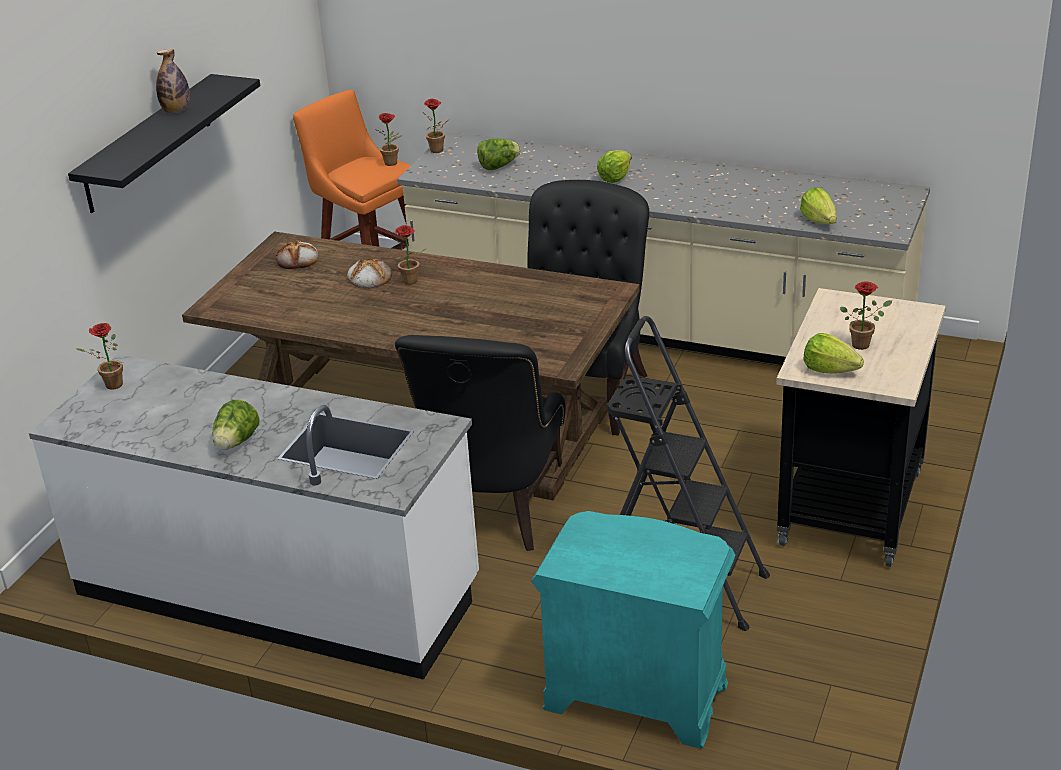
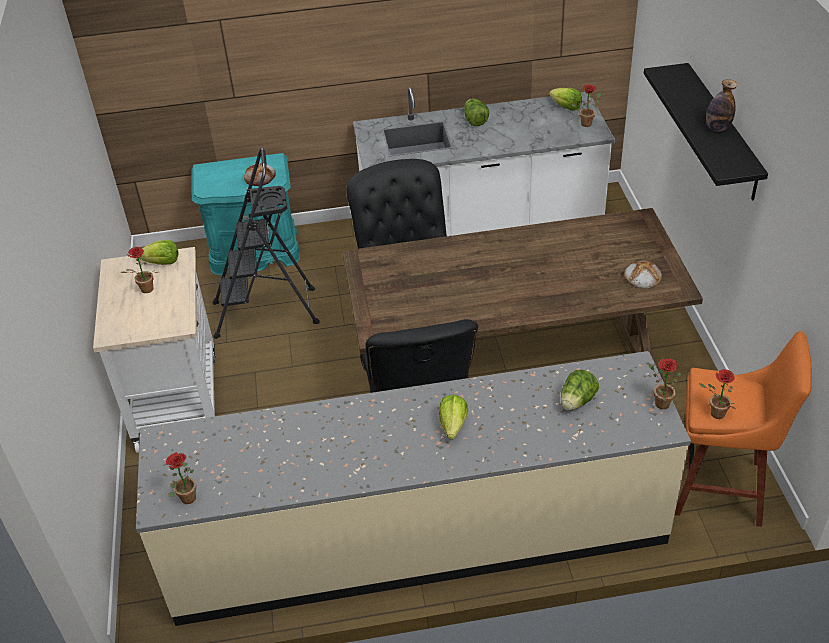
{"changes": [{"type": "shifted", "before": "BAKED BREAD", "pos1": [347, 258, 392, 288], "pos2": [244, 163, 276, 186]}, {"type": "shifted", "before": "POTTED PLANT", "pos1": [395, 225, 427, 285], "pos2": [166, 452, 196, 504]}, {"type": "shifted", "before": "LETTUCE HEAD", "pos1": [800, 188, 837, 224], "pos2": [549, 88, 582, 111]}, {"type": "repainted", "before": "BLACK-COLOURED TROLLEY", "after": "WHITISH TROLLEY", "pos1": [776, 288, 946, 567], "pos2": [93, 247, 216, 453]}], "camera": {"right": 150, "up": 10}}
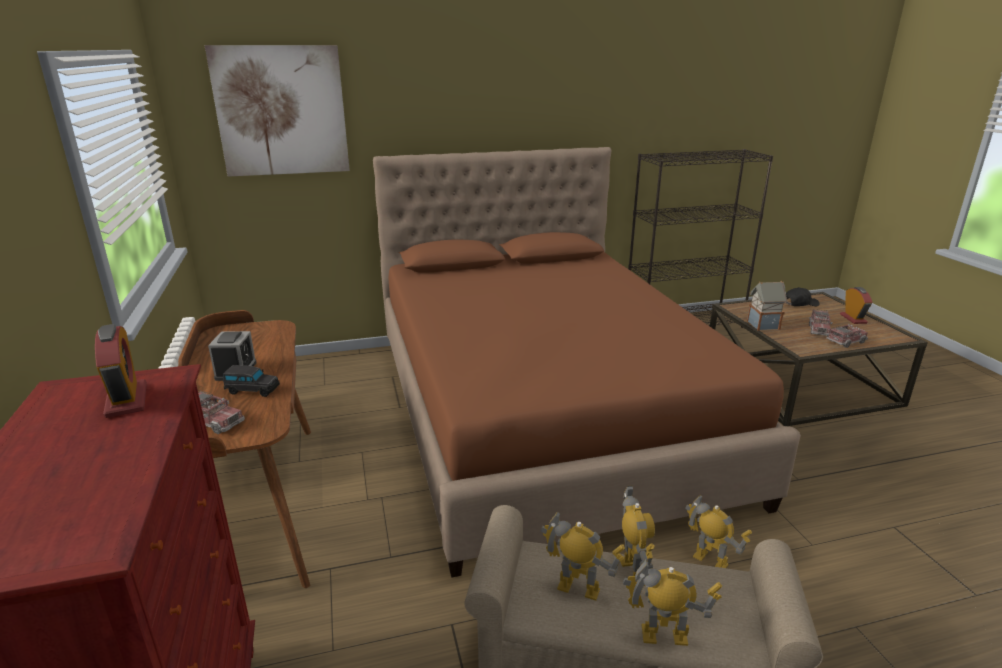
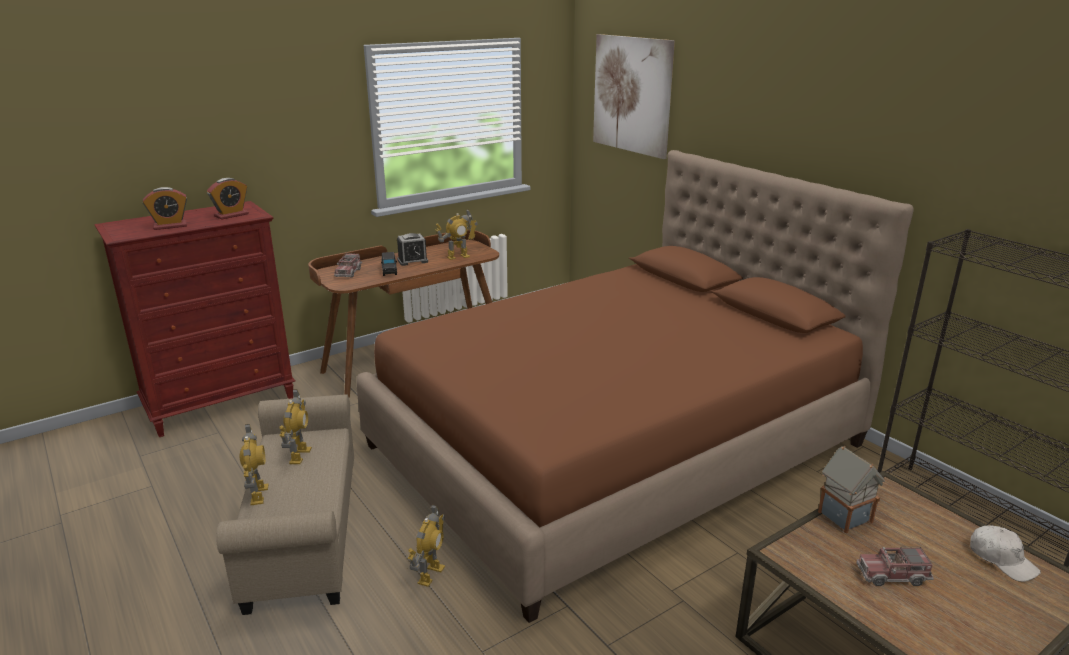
{"changes": [{"type": "gone", "before": "MODEL TRUCK", "pos1": [826, 324, 868, 348]}, {"type": "shifted", "before": "MODEL ROBOT", "pos1": [620, 485, 655, 586], "pos2": [436, 209, 478, 260]}, {"type": "shifted", "before": "ALARM CLOCK", "pos1": [840, 287, 873, 324], "pos2": [143, 187, 187, 230]}, {"type": "repainted", "before": "BLACK-COLOURED CAP", "after": "WHITISH CAP", "pos1": [786, 287, 819, 306], "pos2": [970, 525, 1041, 582]}], "camera": {"right": 70, "up": 0}}
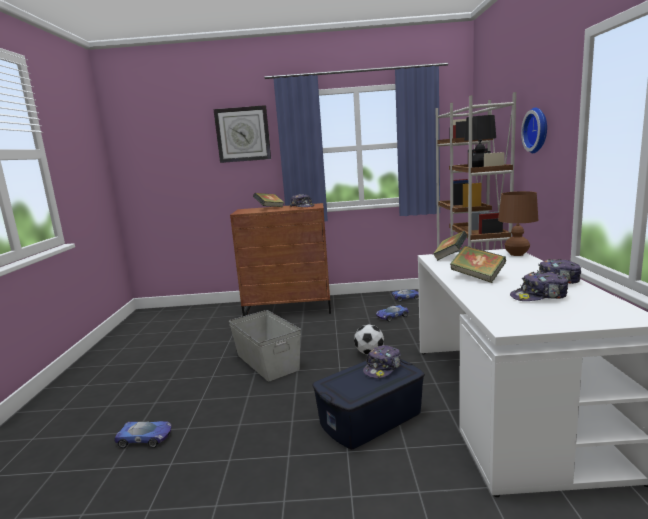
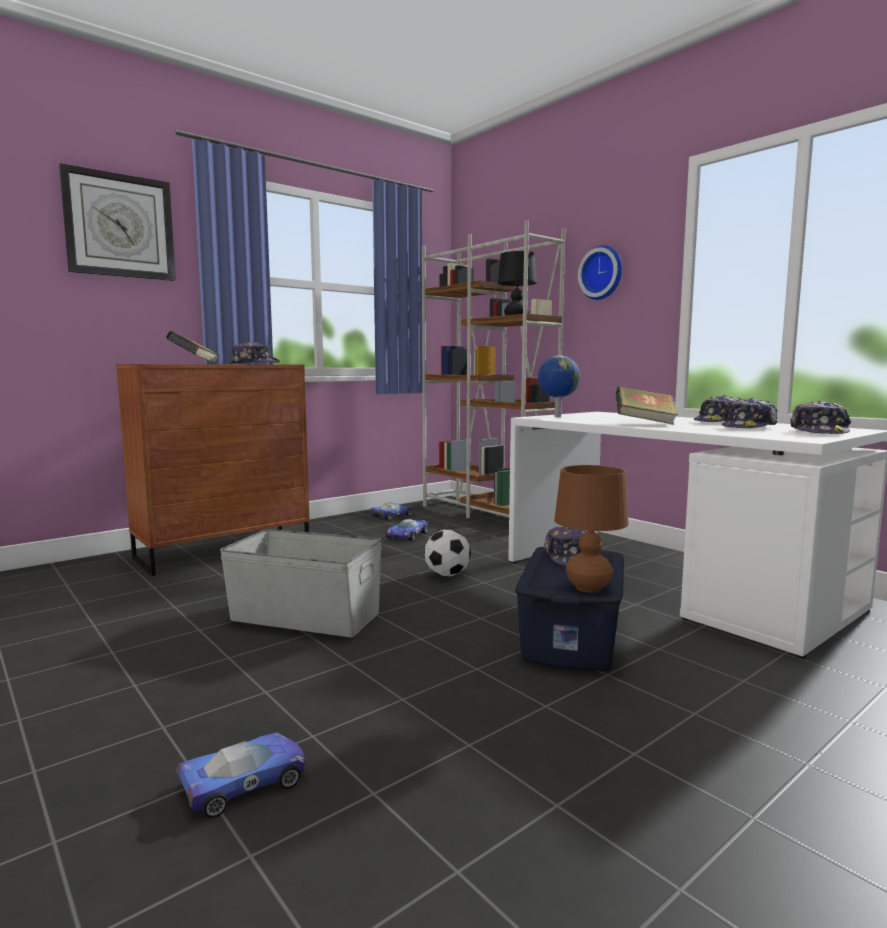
{"changes": [{"type": "new", "after": "CAP", "pos2": [790, 400, 851, 434]}, {"type": "shifted", "before": "BROWN-COLOURED TABLETOP LAMP", "pos1": [498, 191, 538, 256], "pos2": [554, 465, 629, 593]}, {"type": "swapped", "before": "VOLUME", "after": "GLOBE", "pos1": [433, 231, 467, 261], "pos2": [538, 356, 580, 417]}], "camera": {"right": -40, "up": -5}}
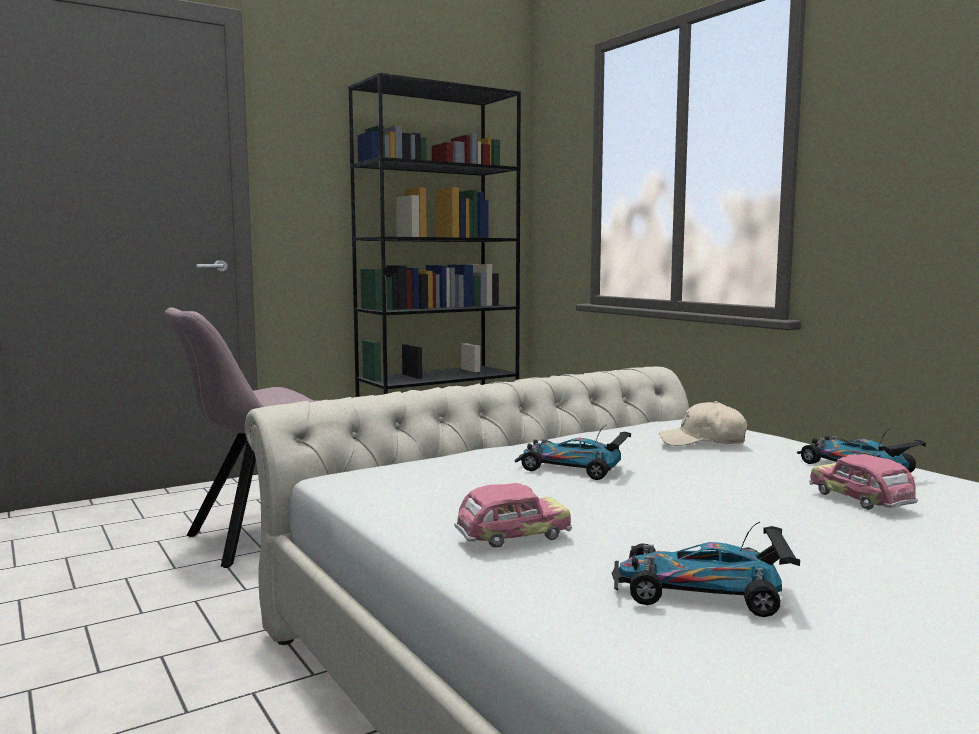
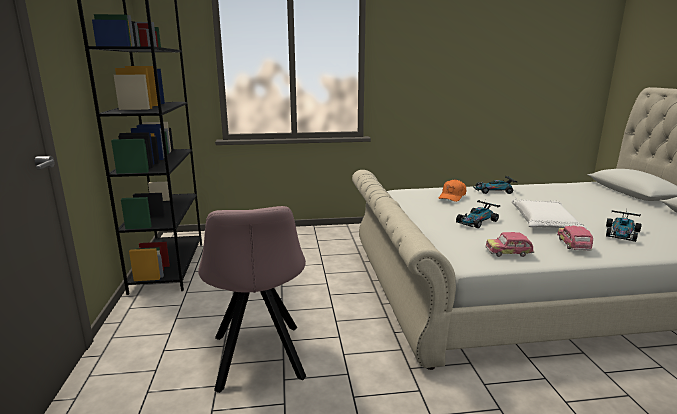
{"changes": [{"type": "new", "after": "WHITISH PILLOW", "pos2": [512, 198, 587, 229]}, {"type": "shifted", "before": "MINIATURE CAR", "pos1": [809, 454, 918, 510], "pos2": [485, 232, 534, 257]}, {"type": "repainted", "before": "BEIGE CAP", "after": "ORANGEY CAP", "pos1": [659, 401, 747, 446], "pos2": [438, 179, 466, 202]}], "camera": {"right": -65, "up": 10}}
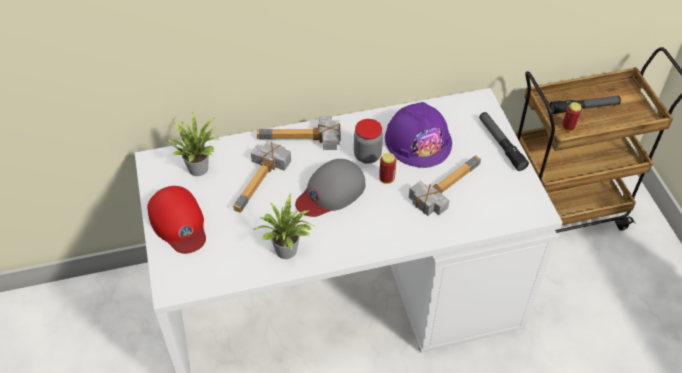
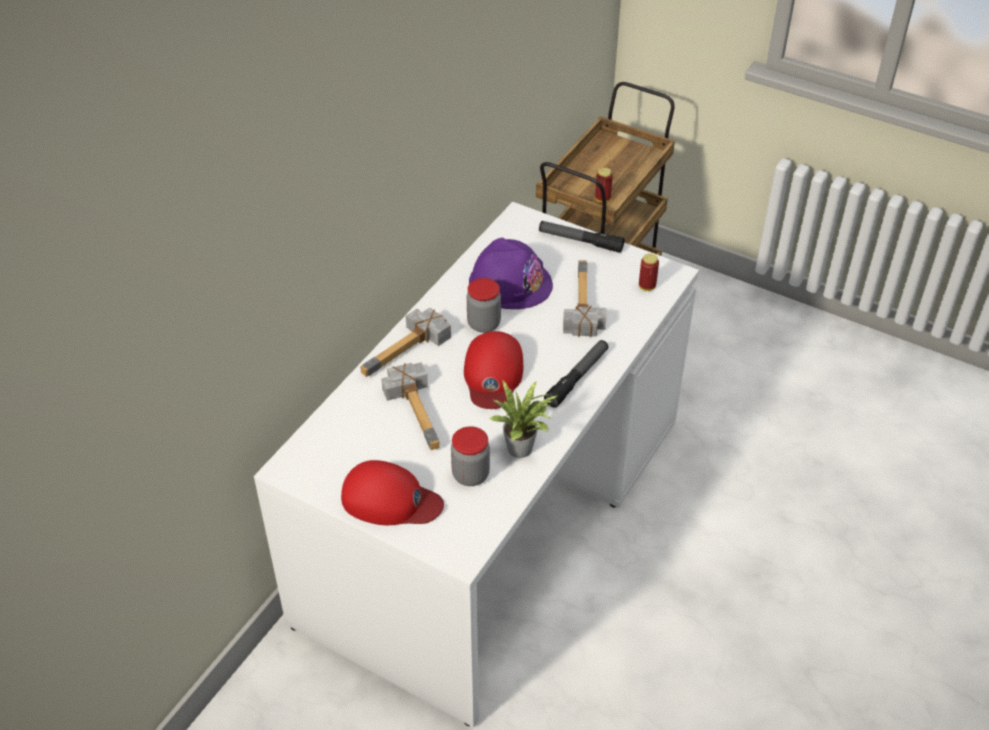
{"changes": [{"type": "gone", "before": "POTTED PLANT", "pos1": [164, 111, 220, 176]}, {"type": "new", "after": "JAR", "pos2": [451, 426, 490, 486]}, {"type": "shifted", "before": "SEALED CAN", "pos1": [379, 153, 396, 184], "pos2": [639, 253, 659, 291]}, {"type": "shifted", "before": "HAND TORCH", "pos1": [550, 96, 621, 114], "pos2": [544, 340, 608, 408]}, {"type": "repainted", "before": "GRAY CAP", "after": "RED-COLOURED CAP", "pos1": [295, 159, 365, 217], "pos2": [464, 331, 523, 409]}], "camera": {"right": -45, "up": -5}}
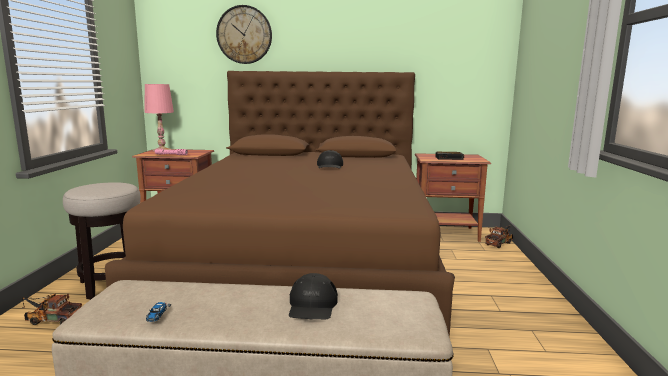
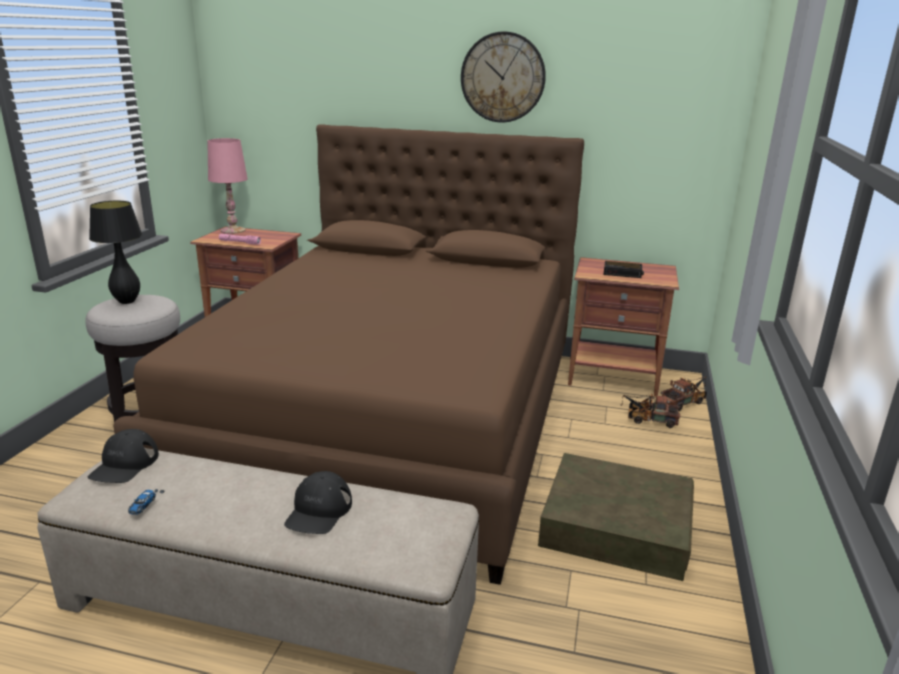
{"changes": [{"type": "new", "after": "BLACK-COLOURED TABLETOP LAMP", "pos2": [89, 201, 142, 304]}, {"type": "new", "after": "BROWN-COLOURED STORAGE BIN", "pos2": [538, 453, 694, 581]}, {"type": "shifted", "before": "MODEL TRUCK", "pos1": [22, 294, 82, 325], "pos2": [620, 394, 681, 428]}, {"type": "shifted", "before": "HANGING CLOCK", "pos1": [216, 5, 272, 64], "pos2": [461, 31, 546, 123]}, {"type": "shifted", "before": "BLACK-COLOURED CAP", "pos1": [317, 150, 343, 168], "pos2": [88, 429, 159, 483]}], "camera": {"right": 10, "up": 10}}
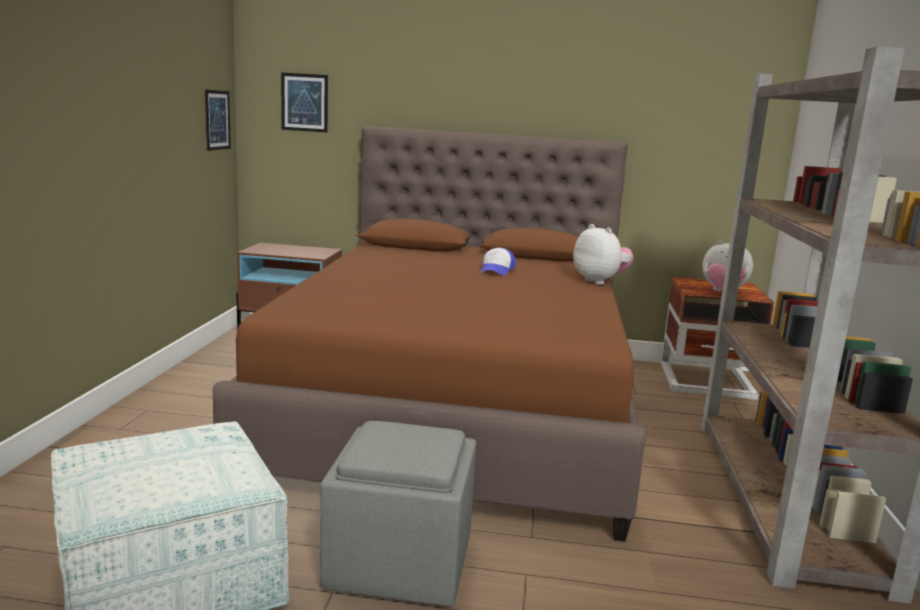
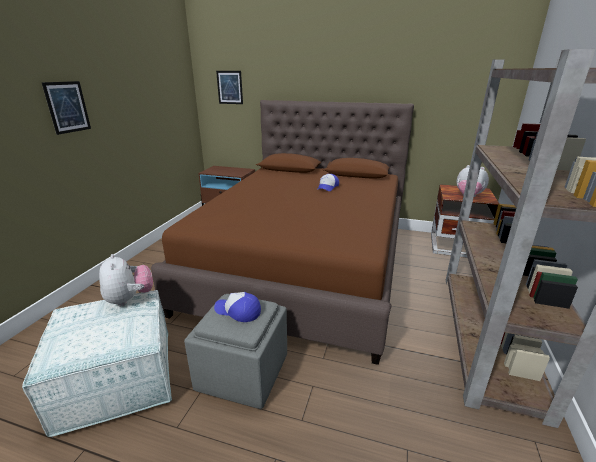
{"changes": [{"type": "new", "after": "CAP", "pos2": [214, 292, 261, 322]}, {"type": "shifted", "before": "WALL ART", "pos1": [205, 89, 231, 151], "pos2": [41, 81, 91, 135]}, {"type": "shifted", "before": "PLUSH TOY", "pos1": [573, 224, 633, 285], "pos2": [99, 254, 153, 306]}], "camera": {"right": 10, "up": 10}}
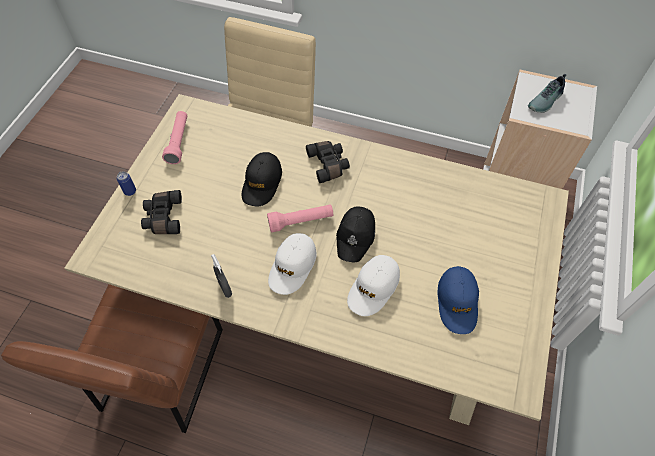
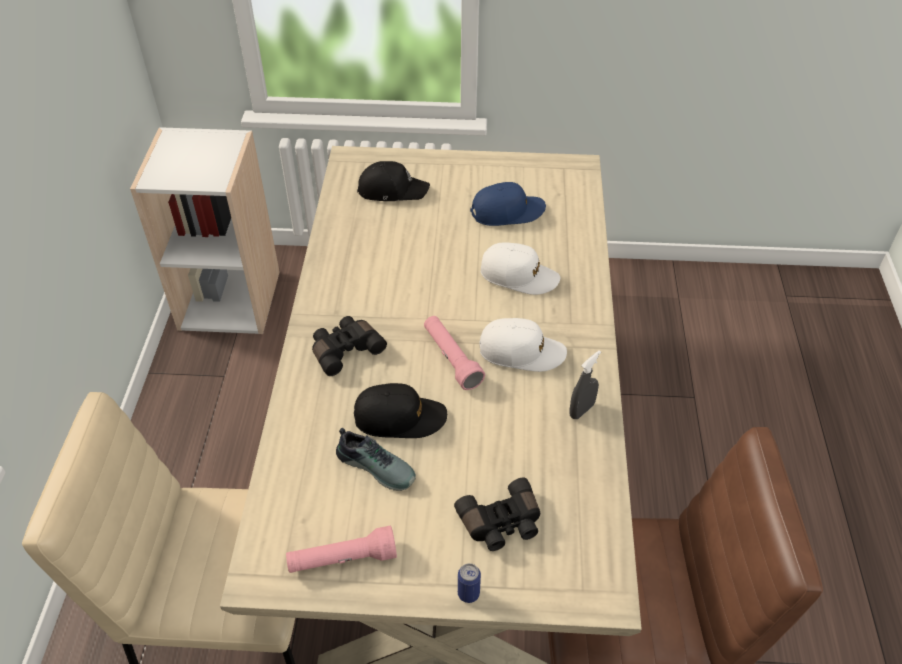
{"changes": [{"type": "shifted", "before": "BLACK-COLOURED CAP", "pos1": [336, 207, 375, 262], "pos2": [357, 161, 430, 201]}, {"type": "shifted", "before": "ITEM OF FOOTWEAR", "pos1": [528, 74, 566, 113], "pos2": [336, 428, 416, 491]}], "camera": {"right": -105, "up": -10}}
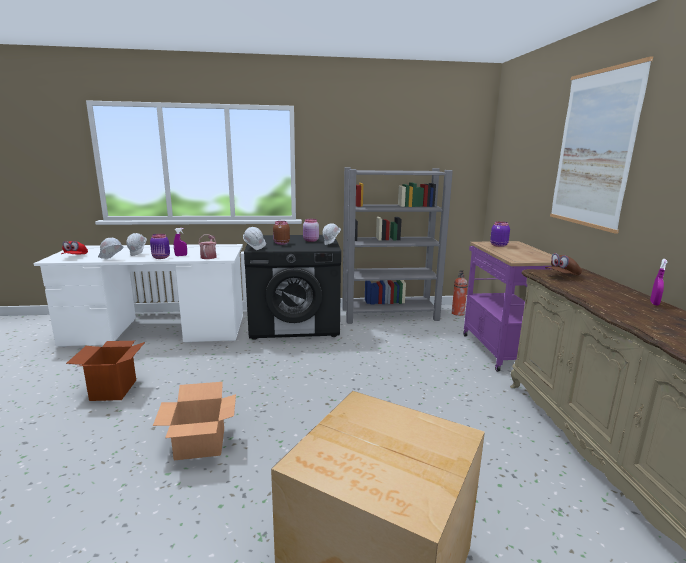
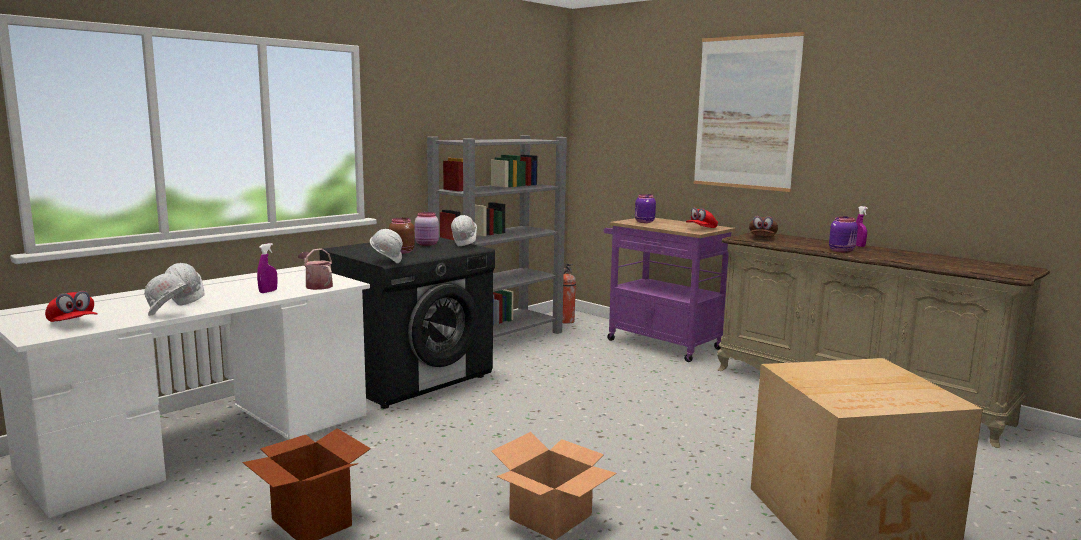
{"changes": [{"type": "new", "after": "RED-COLOURED CAP", "pos2": [686, 207, 718, 228]}, {"type": "shifted", "before": "PURPLISH JAR", "pos1": [150, 234, 170, 259], "pos2": [829, 216, 858, 253]}], "camera": {"right": -40, "up": -5}}
